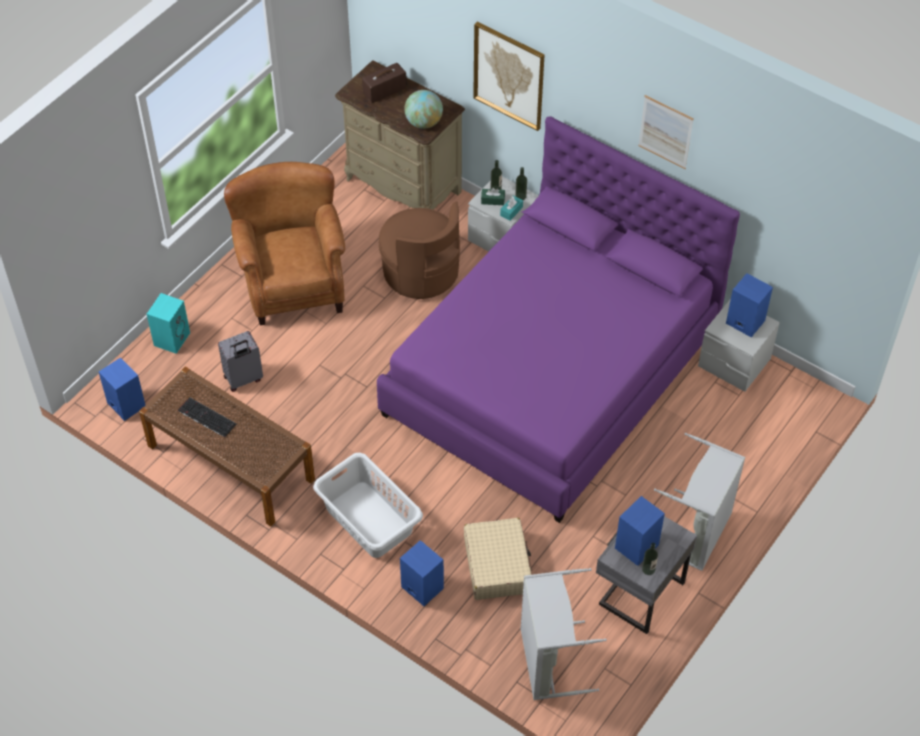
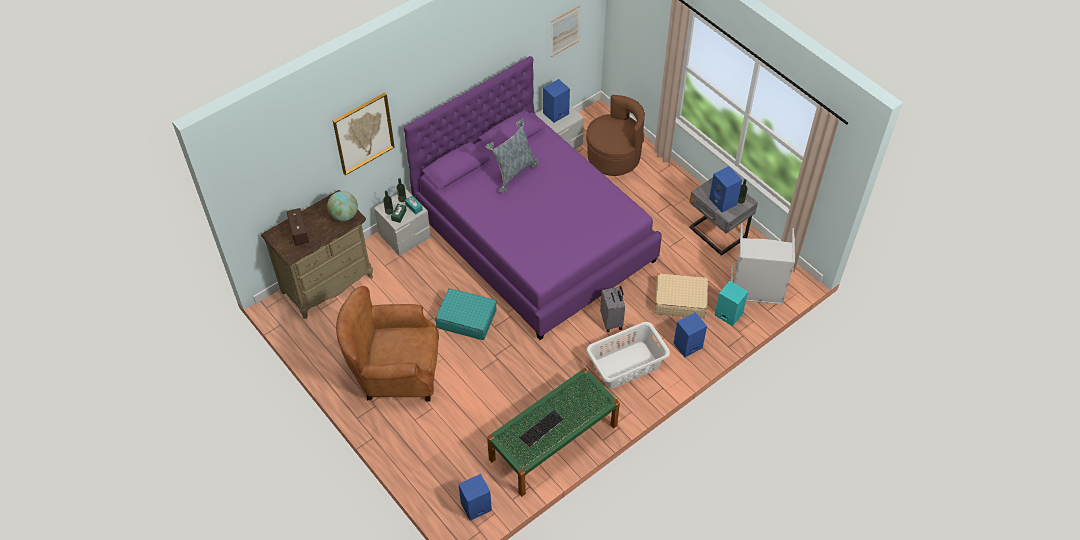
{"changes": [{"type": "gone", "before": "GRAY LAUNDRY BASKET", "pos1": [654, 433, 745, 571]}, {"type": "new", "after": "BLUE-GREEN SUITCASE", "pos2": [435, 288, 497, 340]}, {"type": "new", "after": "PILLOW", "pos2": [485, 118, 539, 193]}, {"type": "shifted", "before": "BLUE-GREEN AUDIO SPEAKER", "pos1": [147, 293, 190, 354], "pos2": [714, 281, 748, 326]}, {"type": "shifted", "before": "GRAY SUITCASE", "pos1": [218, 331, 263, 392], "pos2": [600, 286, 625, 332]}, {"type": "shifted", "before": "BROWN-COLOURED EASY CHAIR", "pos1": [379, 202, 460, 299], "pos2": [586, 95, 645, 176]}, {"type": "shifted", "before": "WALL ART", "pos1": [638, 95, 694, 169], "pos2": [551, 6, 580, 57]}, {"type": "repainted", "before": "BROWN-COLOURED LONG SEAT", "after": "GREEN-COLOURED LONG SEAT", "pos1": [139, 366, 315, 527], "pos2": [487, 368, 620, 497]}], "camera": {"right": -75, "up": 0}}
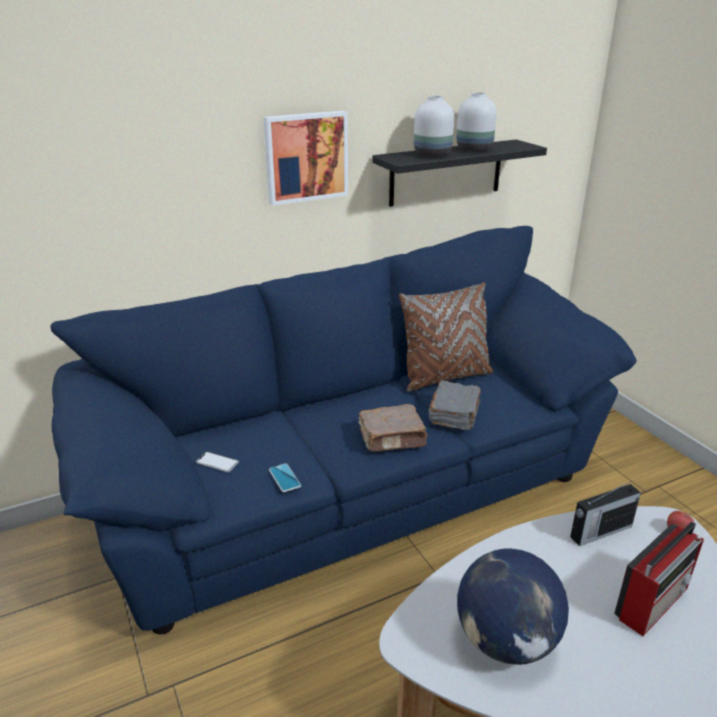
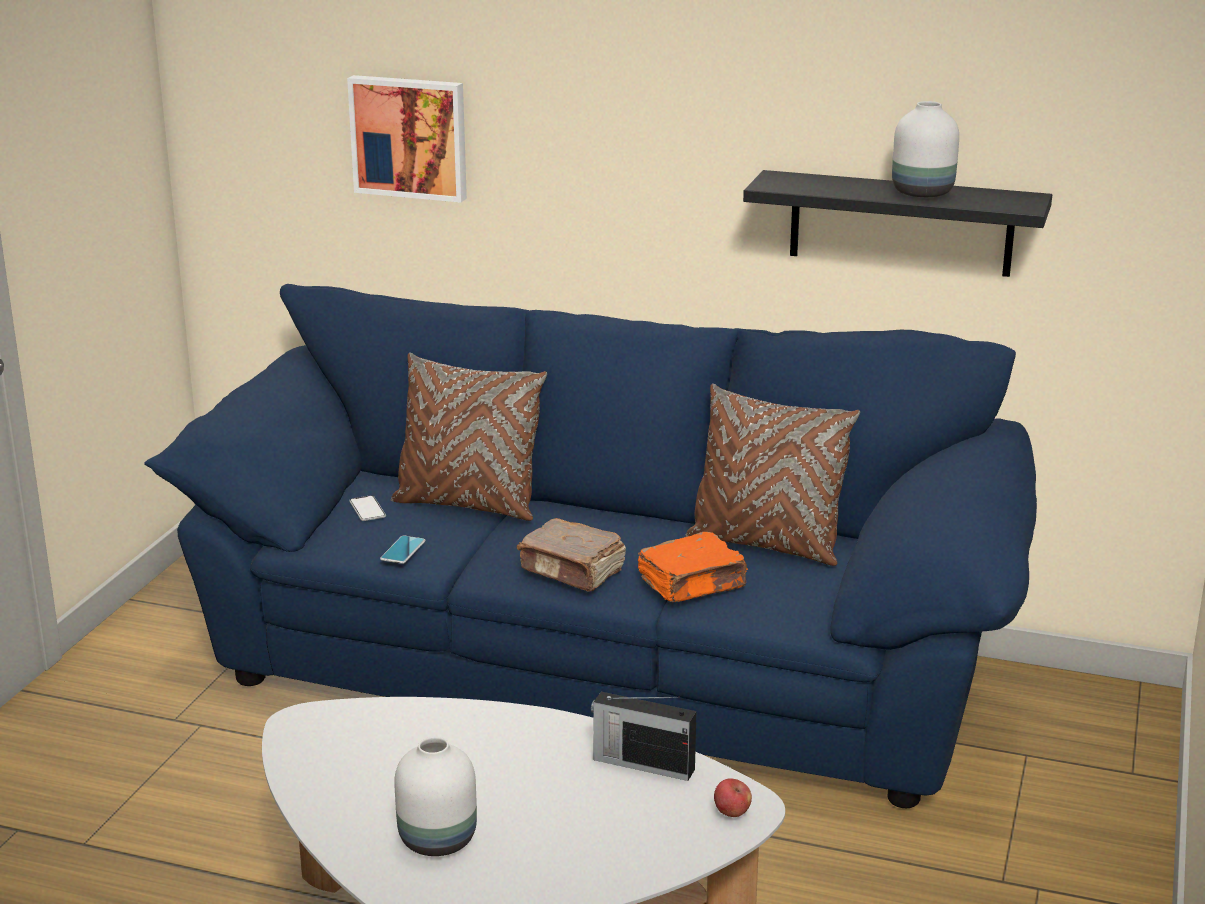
{"changes": [{"type": "gone", "before": "GLOBE", "pos1": [457, 548, 569, 665]}, {"type": "gone", "before": "RADIO RECEIVER", "pos1": [614, 521, 704, 636]}, {"type": "new", "after": "BROWN-COLOURED PILLOW", "pos2": [391, 353, 547, 521]}, {"type": "shifted", "before": "WALL ART", "pos1": [264, 111, 348, 205], "pos2": [347, 75, 467, 203]}, {"type": "shifted", "before": "WHITISH DECORATIVE VASE", "pos1": [414, 96, 454, 156], "pos2": [394, 736, 477, 856]}, {"type": "repainted", "before": "GRAY VOLUME", "after": "ORANGEY VOLUME", "pos1": [429, 381, 481, 430], "pos2": [638, 532, 748, 602]}], "camera": {"right": 45, "up": -5}}
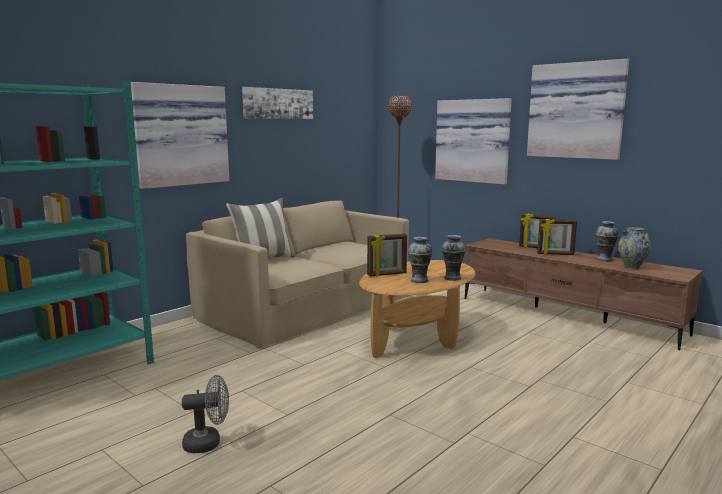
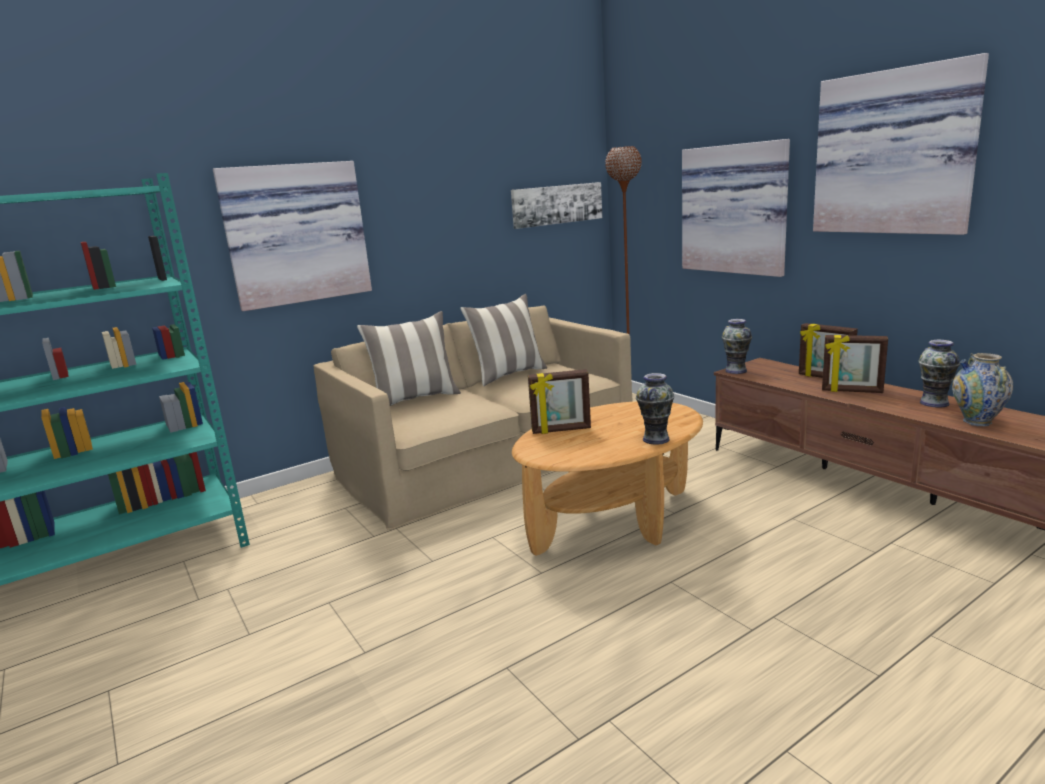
{"changes": [{"type": "gone", "before": "GRAY ELECTRIC FAN", "pos1": [182, 375, 229, 453]}, {"type": "new", "after": "PILLOW", "pos2": [460, 294, 547, 386]}, {"type": "shifted", "before": "WALL ART", "pos1": [242, 87, 313, 119], "pos2": [511, 182, 602, 229]}, {"type": "shifted", "before": "DECORATIVE VASE", "pos1": [408, 237, 433, 283], "pos2": [722, 319, 752, 374]}], "camera": {"right": 15, "up": 5}}
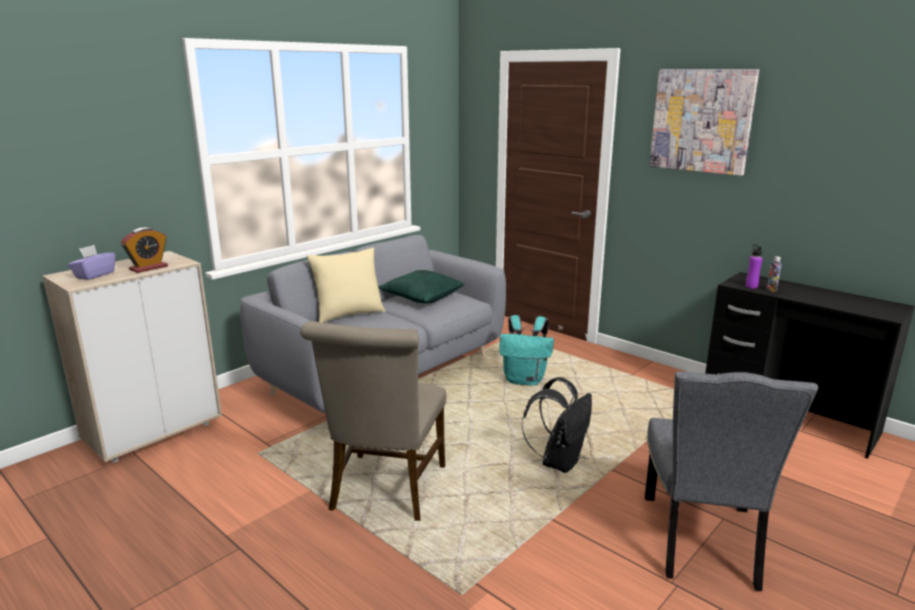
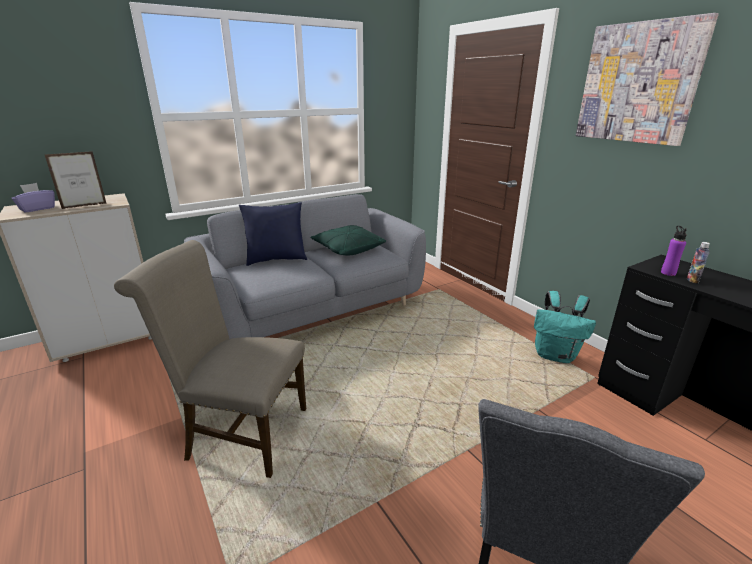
{"changes": [{"type": "gone", "before": "BLACK-COLOURED KNAPSACK", "pos1": [522, 377, 592, 473]}, {"type": "shifted", "before": "BLUE-GREEN KNAPSACK", "pos1": [499, 315, 554, 385], "pos2": [534, 291, 596, 363]}, {"type": "swapped", "before": "ALARM CLOCK", "after": "PHOTO FRAME", "pos1": [121, 228, 168, 273], "pos2": [45, 151, 106, 209]}, {"type": "repainted", "before": "BEIGE PILLOW", "after": "BLUE-COLOURED PILLOW", "pos1": [306, 248, 385, 323], "pos2": [239, 202, 307, 266]}, {"type": "rotated", "before": "BEIGE CHAIR", "pos1": [300, 321, 446, 521], "pos2": [114, 240, 306, 478], "turn": 75}], "camera": {"right": 15, "up": 5}}
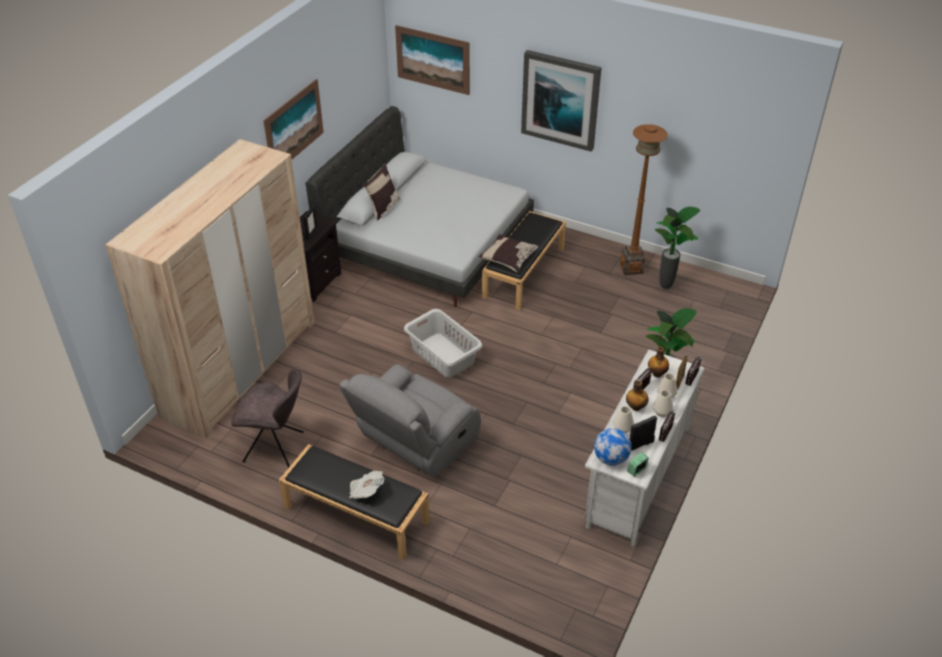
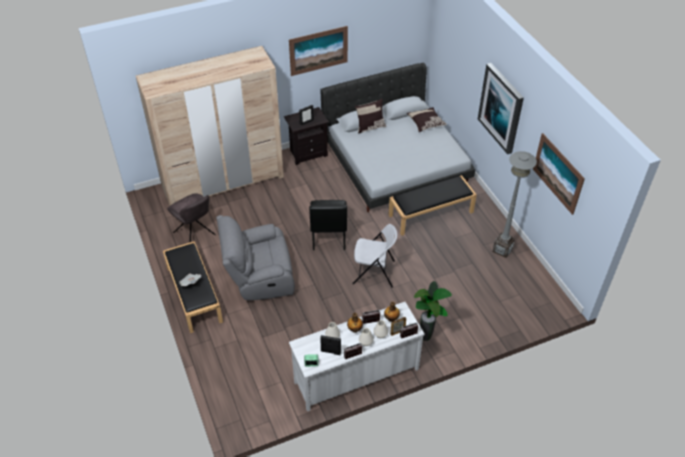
{"changes": [{"type": "gone", "before": "GLOBE", "pos1": [594, 428, 632, 466]}, {"type": "gone", "before": "POTTED PLANT", "pos1": [655, 207, 700, 289]}, {"type": "new", "after": "WHITISH CHAIR", "pos2": [353, 224, 398, 287]}, {"type": "shifted", "before": "WALL ART", "pos1": [395, 25, 470, 95], "pos2": [533, 133, 585, 215]}, {"type": "shifted", "before": "PILLOW", "pos1": [479, 234, 538, 272], "pos2": [407, 107, 447, 132]}, {"type": "swapped", "before": "GRAY LAUNDRY BASKET", "after": "BLACK-COLOURED CHAIR", "pos1": [404, 309, 483, 378], "pos2": [309, 200, 347, 250]}, {"type": "repainted", "before": "BROWN-COLOURED FLOOR LAMP", "after": "GRAY FLOOR LAMP", "pos1": [620, 124, 668, 275], "pos2": [493, 151, 537, 258]}], "camera": {"right": 40, "up": 5}}
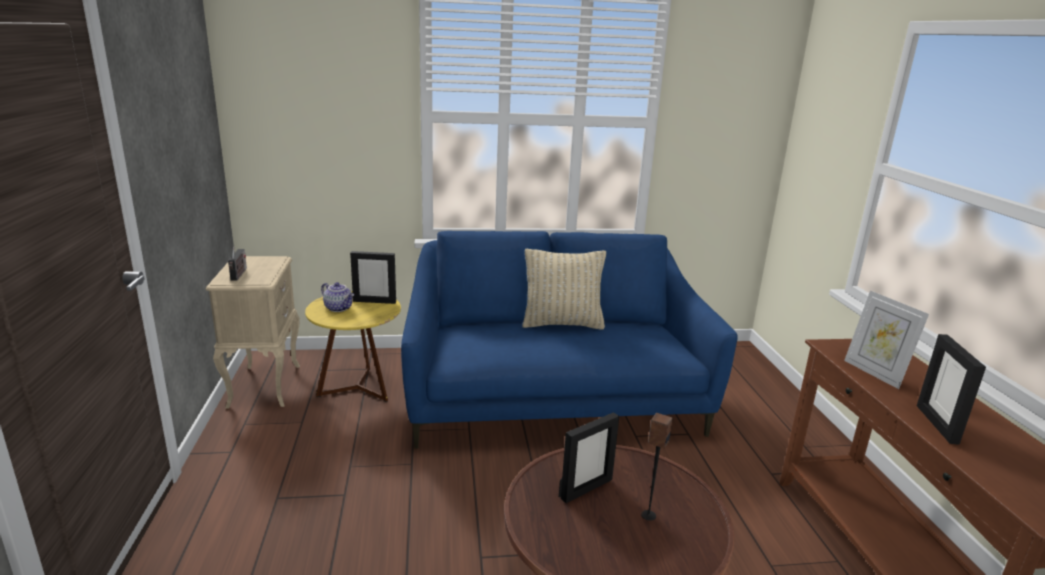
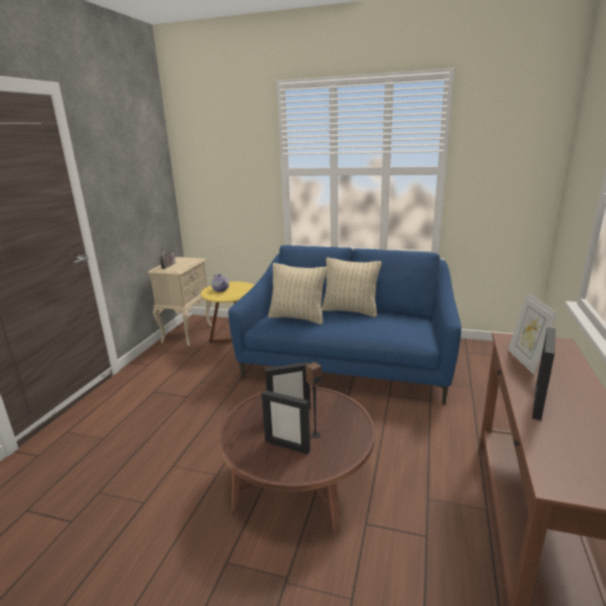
{"changes": [{"type": "new", "after": "BEIGE PILLOW", "pos2": [268, 263, 327, 324]}, {"type": "shifted", "before": "PHOTO FRAME", "pos1": [350, 251, 396, 304], "pos2": [261, 390, 310, 454]}], "camera": {"right": 25, "up": 0}}
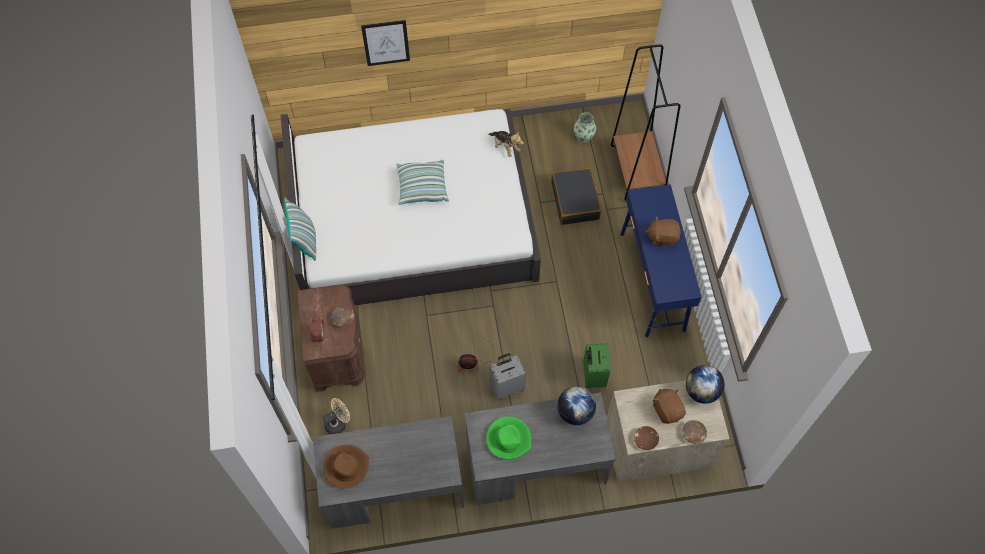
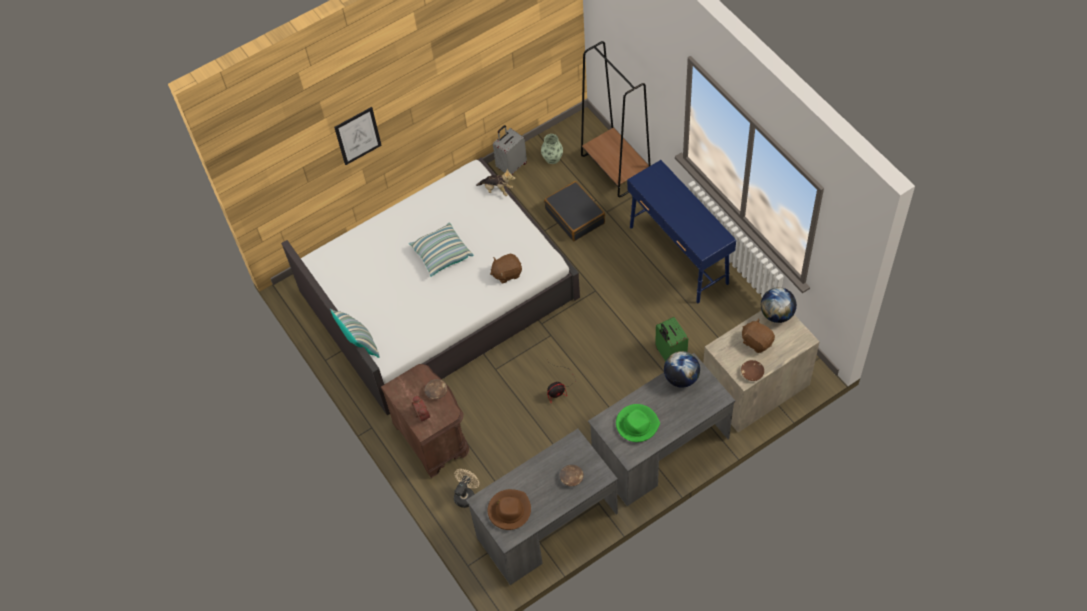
{"changes": [{"type": "shifted", "before": "GRAY SUITCASE", "pos1": [489, 353, 526, 400], "pos2": [493, 125, 527, 176]}, {"type": "shifted", "before": "BROWN-COLOURED PLUSH TOY", "pos1": [646, 216, 681, 246], "pos2": [490, 254, 522, 284]}, {"type": "shifted", "before": "BROWN-COLOURED SERVING BOWL", "pos1": [682, 420, 707, 444], "pos2": [560, 465, 584, 486]}], "camera": {"right": -20, "up": -5}}
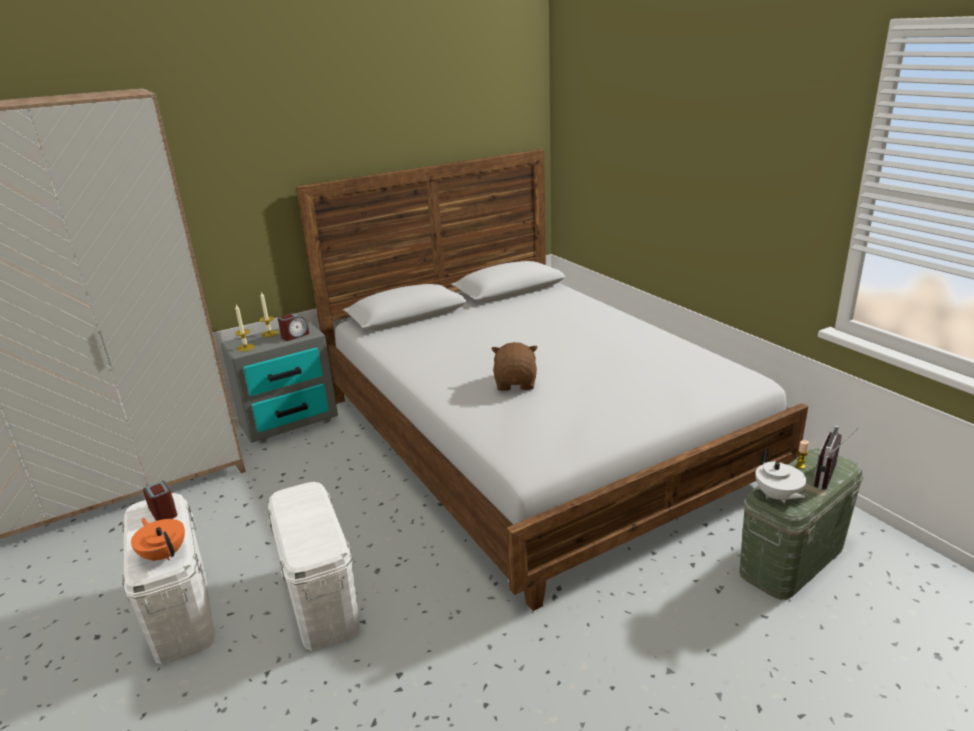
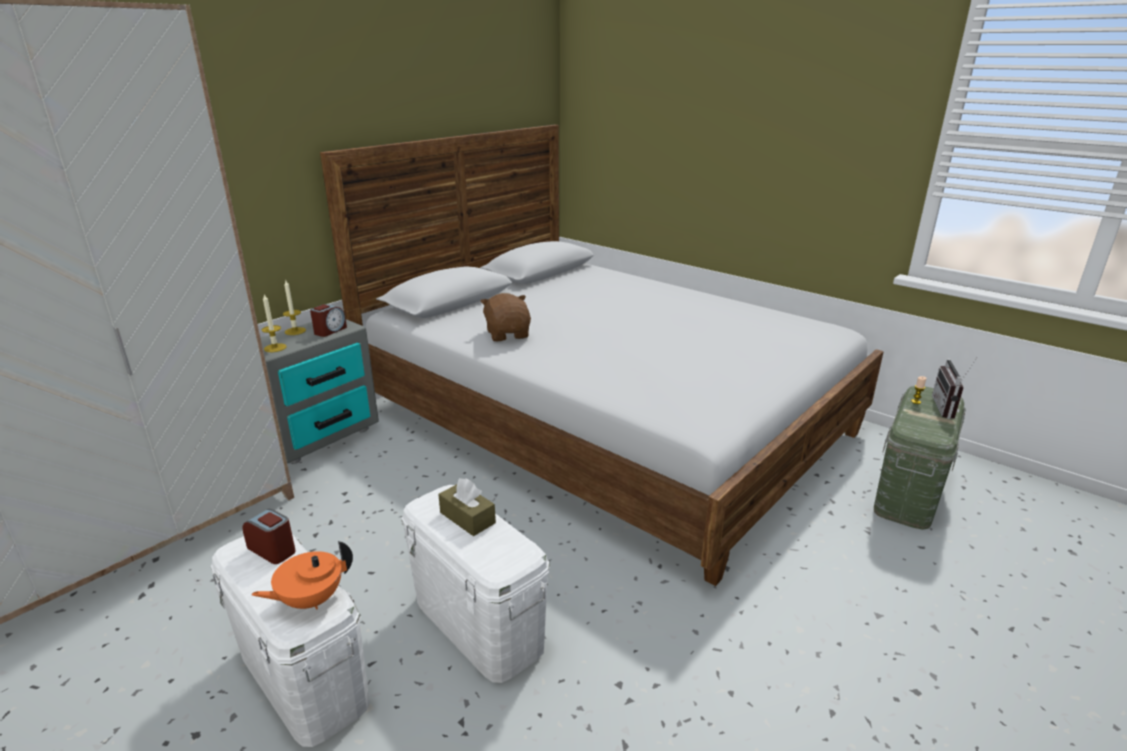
{"changes": [{"type": "gone", "before": "WHITISH TEA POT", "pos1": [755, 449, 806, 504]}, {"type": "new", "after": "BROWN-COLOURED BOX OF TISSUES", "pos2": [438, 478, 496, 536]}, {"type": "shifted", "before": "BROWN-COLOURED PLUSH TOY", "pos1": [491, 342, 538, 391], "pos2": [480, 293, 531, 341]}, {"type": "rotated", "before": "ORANGEY TEA POT", "pos1": [131, 518, 185, 561], "pos2": [251, 541, 353, 610], "turn": -60}], "camera": {"right": -20, "up": 0}}
